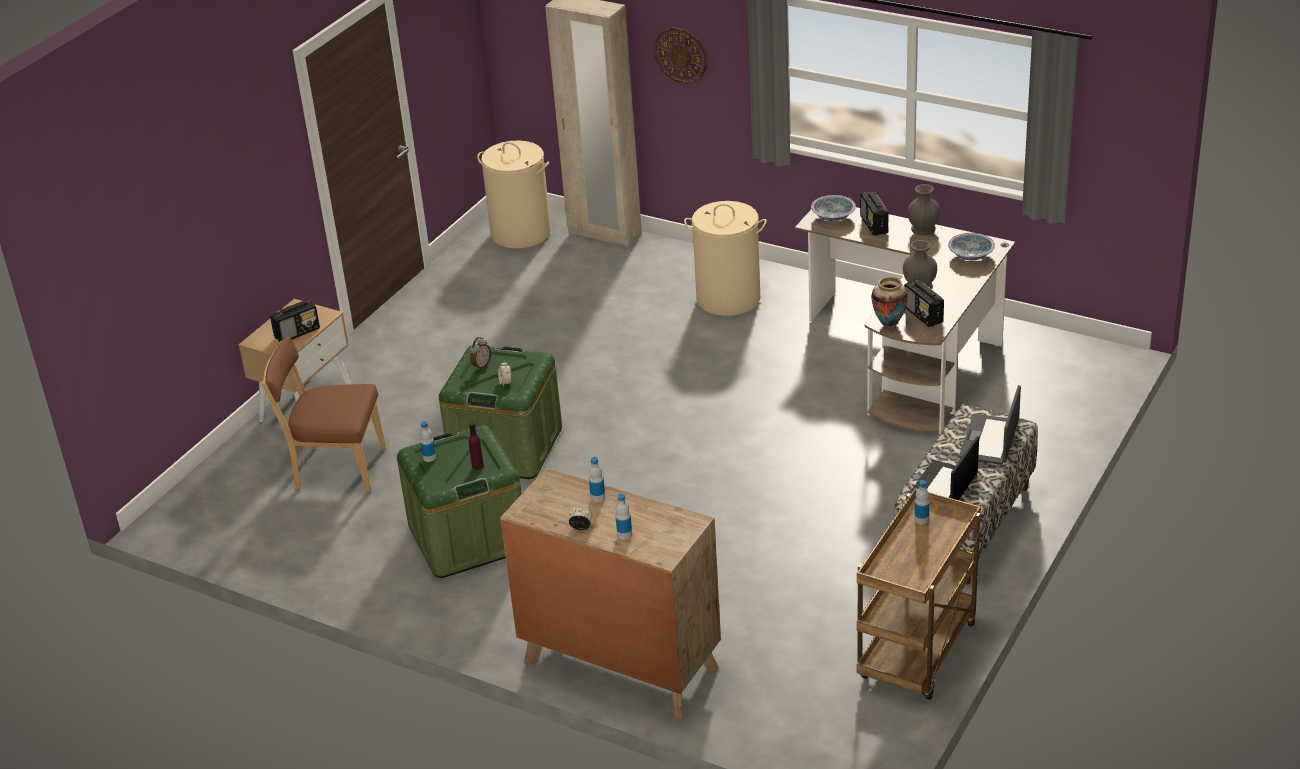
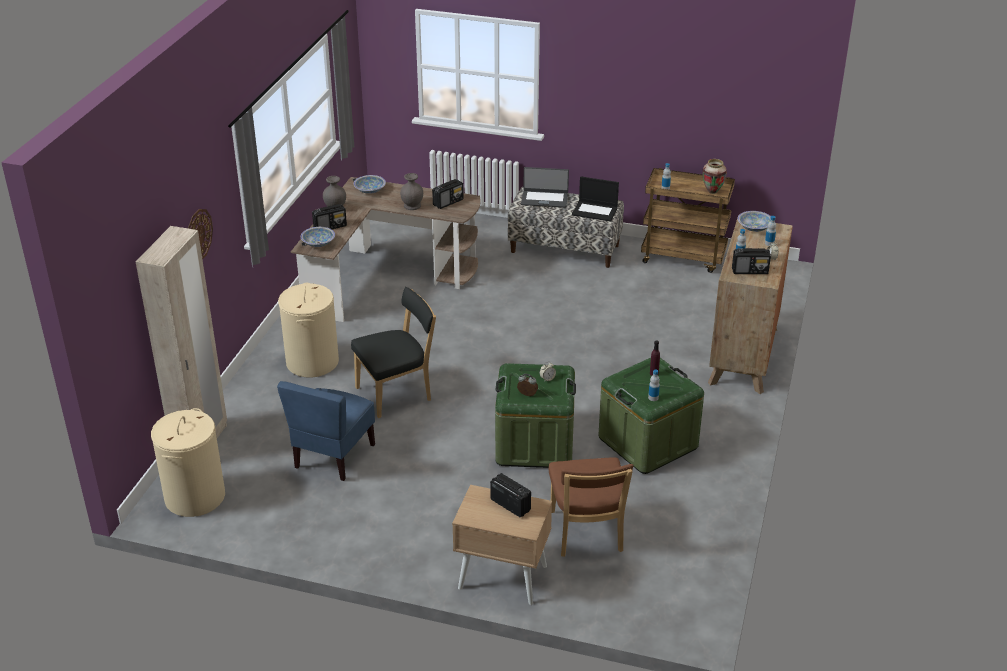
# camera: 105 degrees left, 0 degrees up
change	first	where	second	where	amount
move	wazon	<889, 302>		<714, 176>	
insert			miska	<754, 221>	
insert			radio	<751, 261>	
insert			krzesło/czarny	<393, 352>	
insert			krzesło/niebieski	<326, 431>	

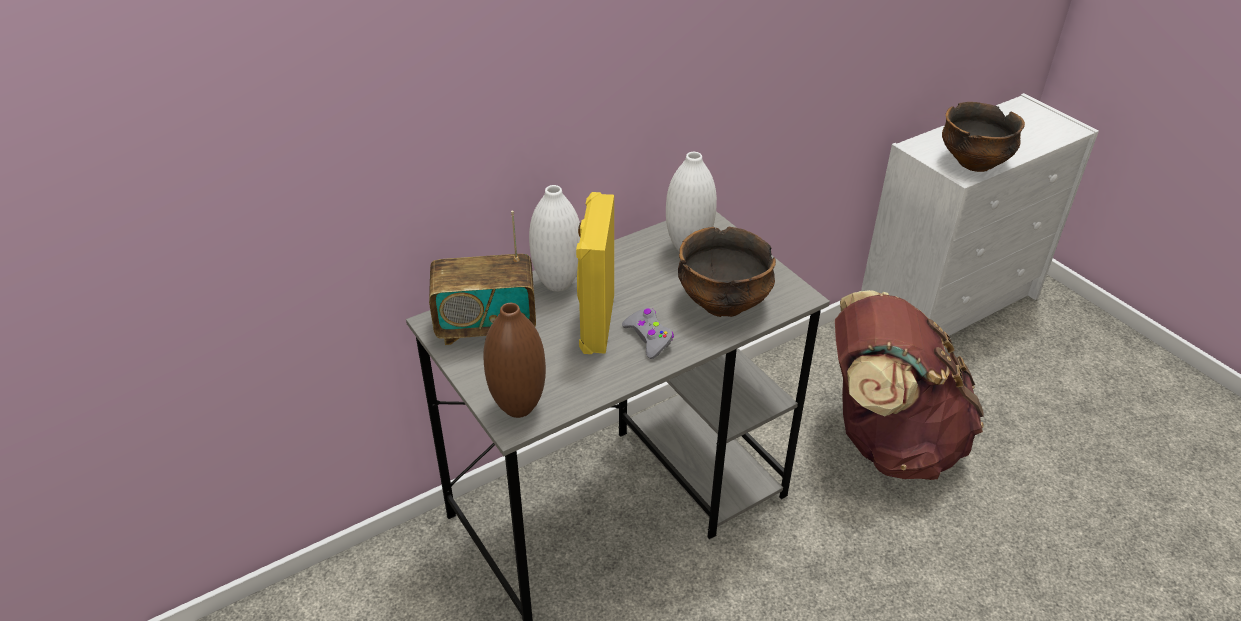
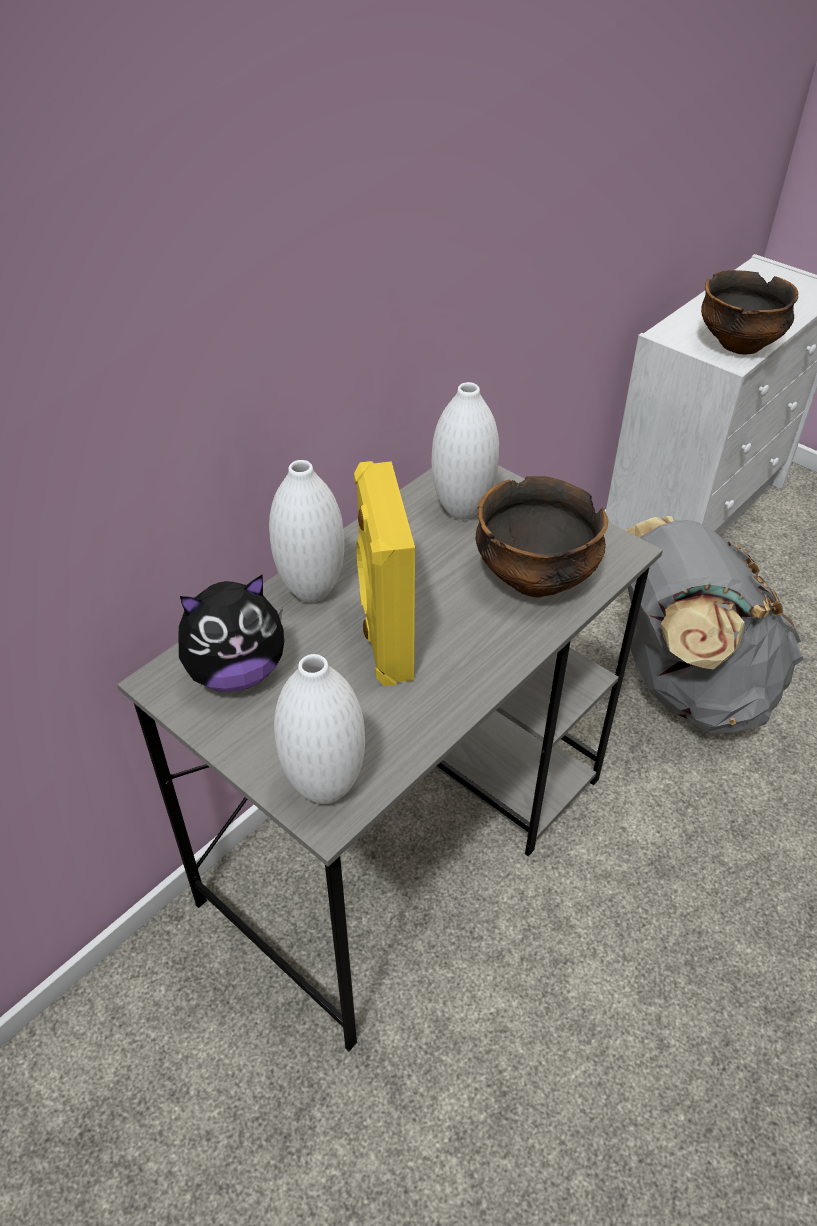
# camera: 15 degrees left, 5 degrees up
change	first	where	second	where	amount
replace	radio	<482, 278>	pluszak	<231, 633>	
recolor	plecak/brązowy	<909, 385>	plecak/szary	<714, 624>	
recolor	wazon/brązowy	<514, 360>	wazon/biały	<319, 729>	
delete	pad do gier/szary	<648, 333>			

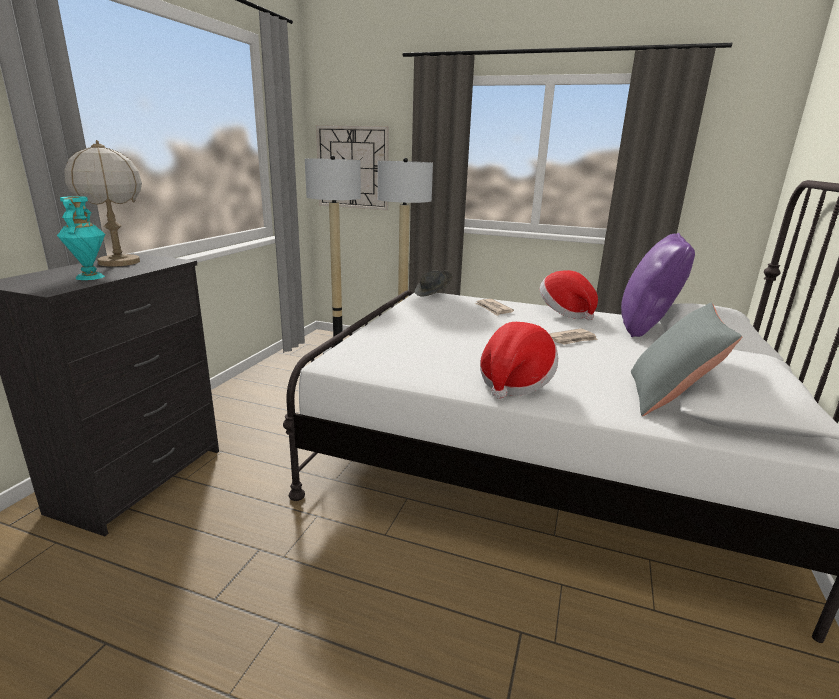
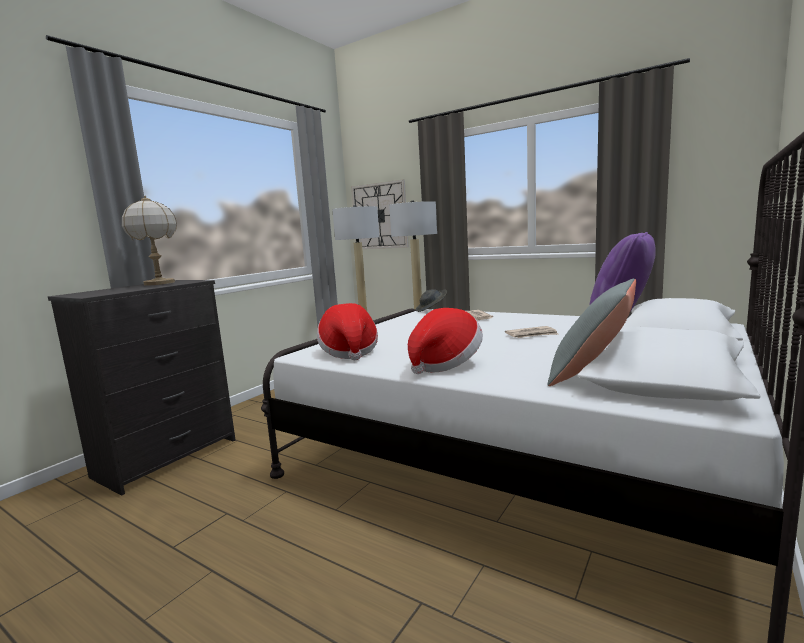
# camera: 15 degrees right, 10 degrees down
change	first	where	second	where	amount
delete	wazon/turkusowy	<81, 238>			
move	kapelusz	<569, 295>		<347, 332>	

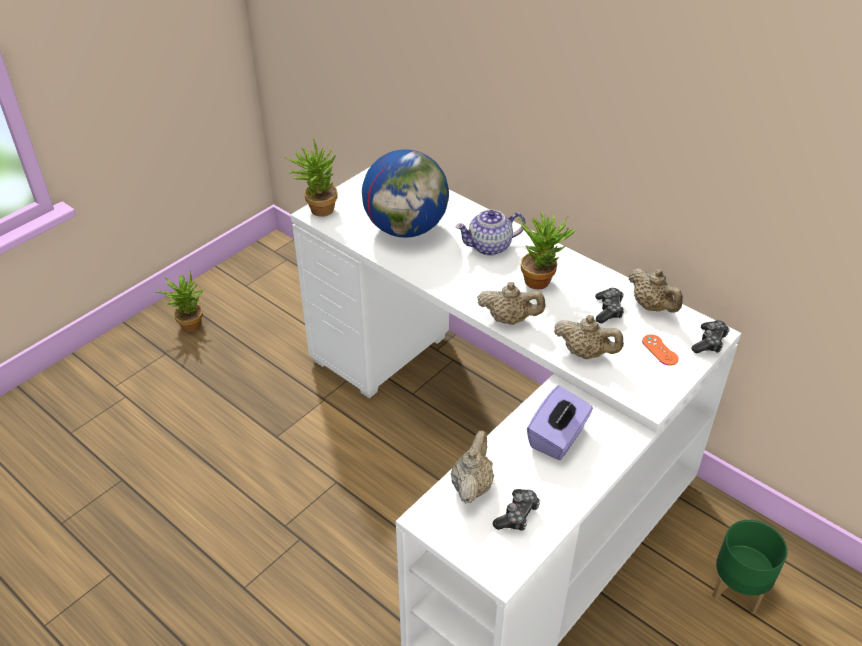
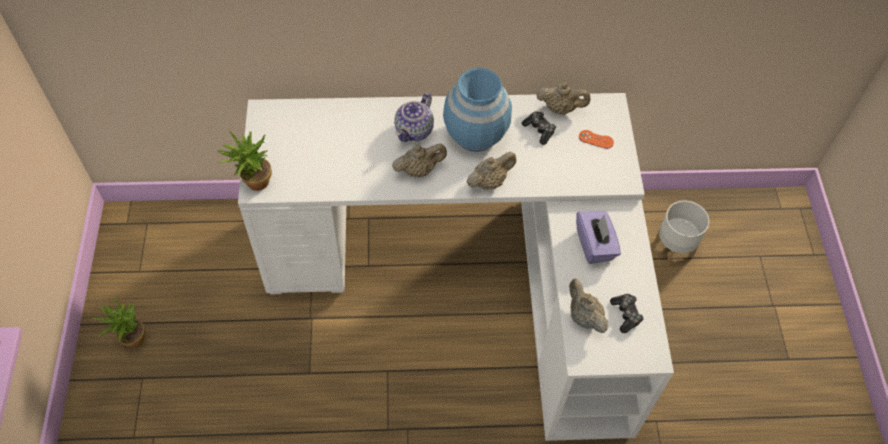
# camera: 45 degrees left, 15 degrees up
change	first	where	second	where	amount
delete	globus	<405, 193>			
replace	roślina doniczkowa	<547, 250>	wazon/niebieski	<477, 110>	
move	imbryk/beżowy	<589, 337>		<419, 160>	
delete	pad do gier	<710, 336>			
recolor	donica/zielony	<750, 567>	donica/biały	<681, 233>	

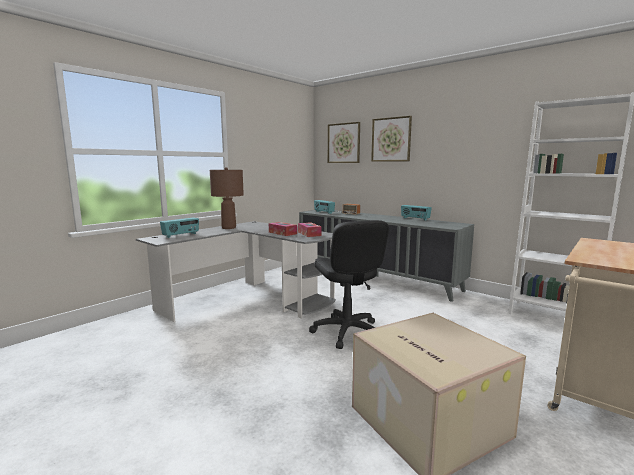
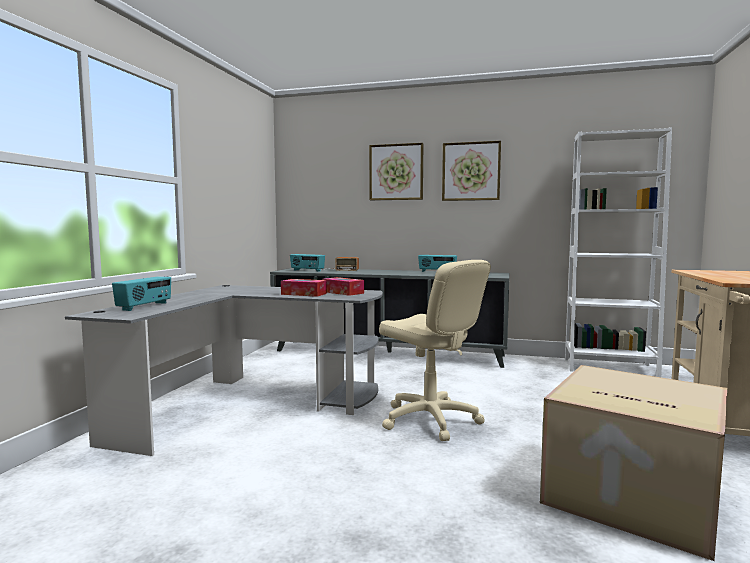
# camera: 25 degrees left, 5 degrees down
change	first	where	second	where	amount
move	obraz	<344, 142>		<471, 171>	
delete	lampa stołowa/brązowy	<227, 198>			
recolor	krzesło biurowe/czarny	<349, 284>	krzesło biurowe/beżowy	<435, 350>	

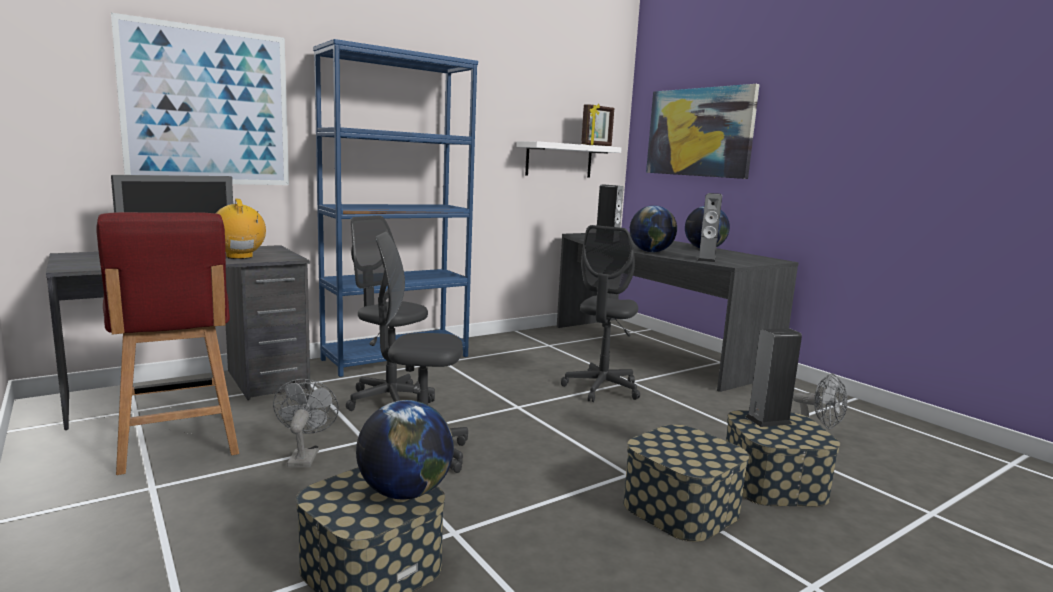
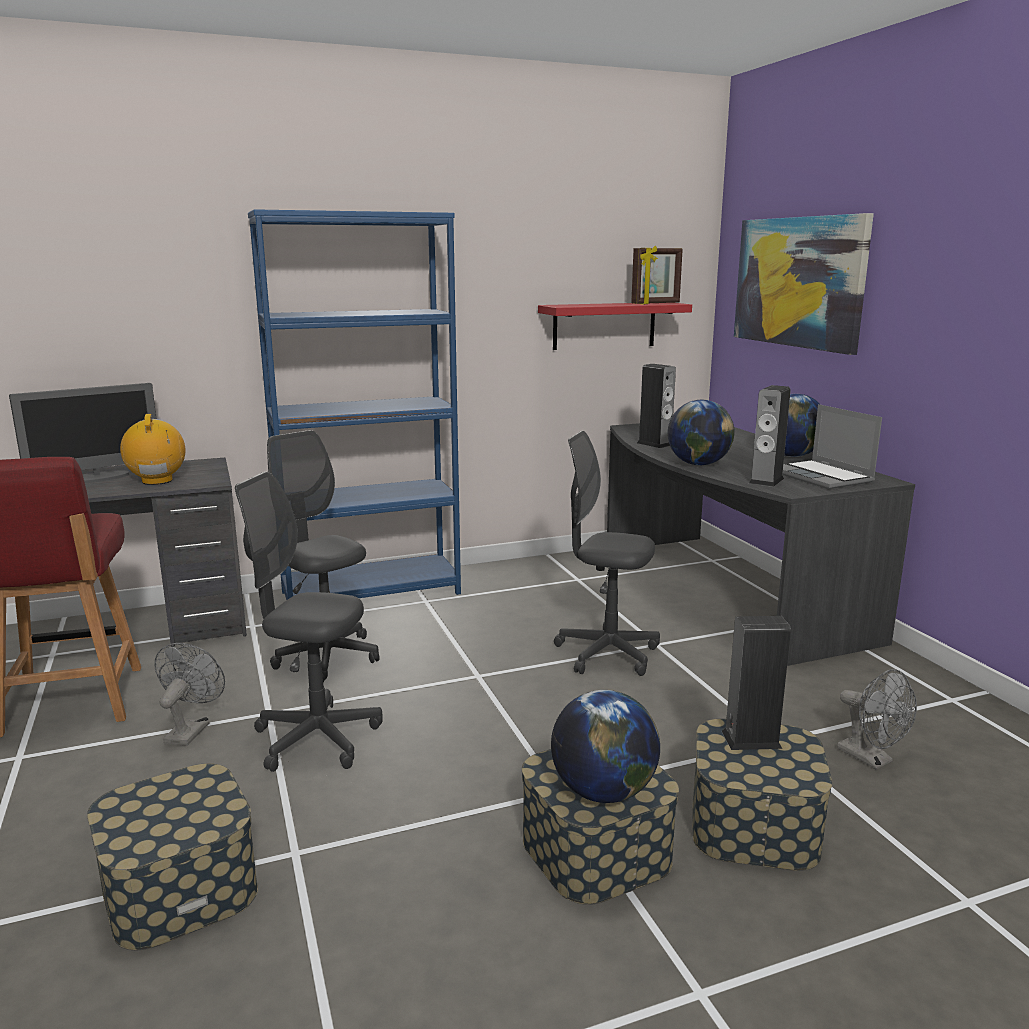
# camera: 15 degrees right, 5 degrees up
change	first	where	second	where	amount
delete	obraz	<200, 99>			
recolor	półka/biały	<569, 159>	półka/czerwony	<615, 326>	
rotate	krzesło biurowe/szary	<600, 313>		<607, 553>	75 degrees clockwise
move	globus	<405, 449>		<605, 746>	
insert			laptop	<832, 446>	

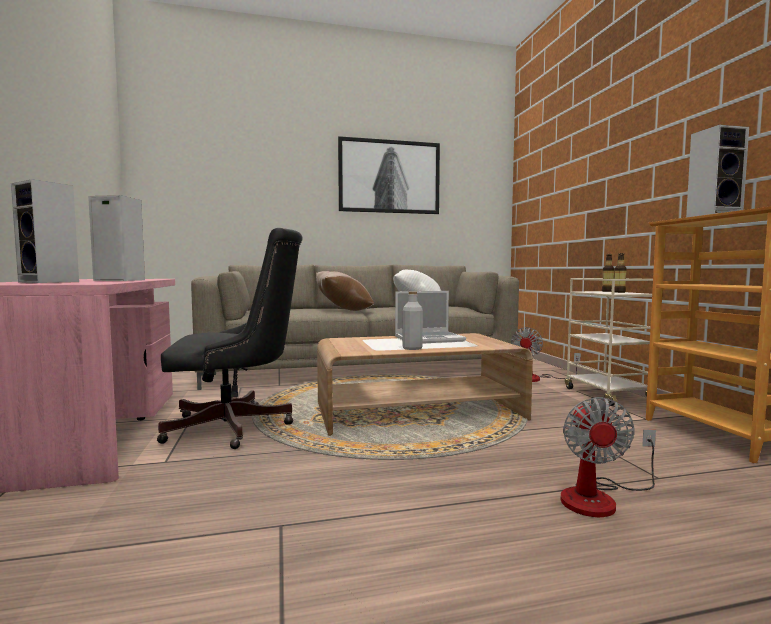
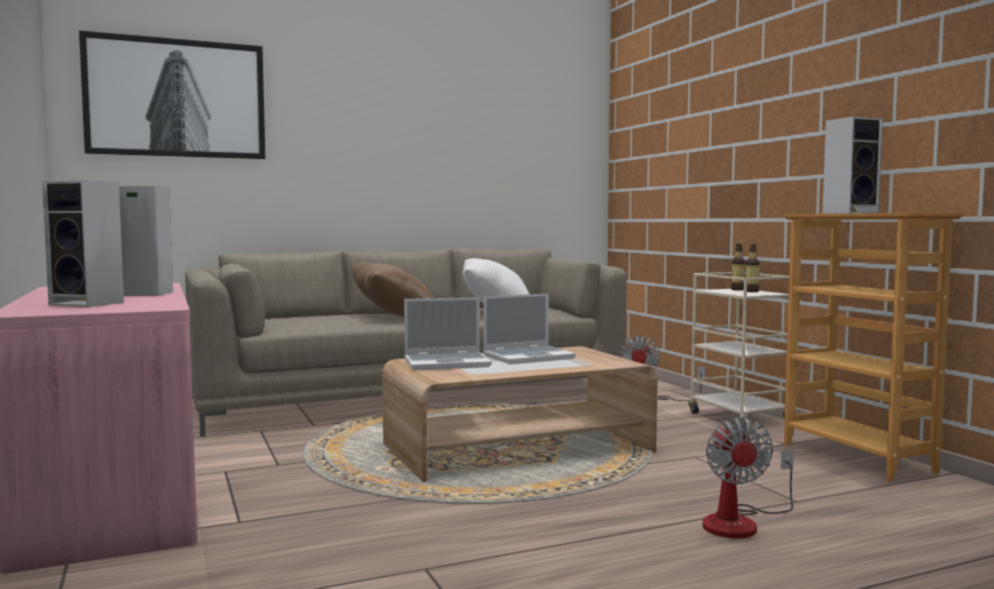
# camera: 10 degrees left, 0 degrees up
change	first	where	second	where	amount
move	obraz	<389, 175>		<172, 94>	
delete	krzesło biurowe/czarny	<230, 338>			
delete	butelka/szary	<412, 320>			
insert			laptop	<448, 333>	

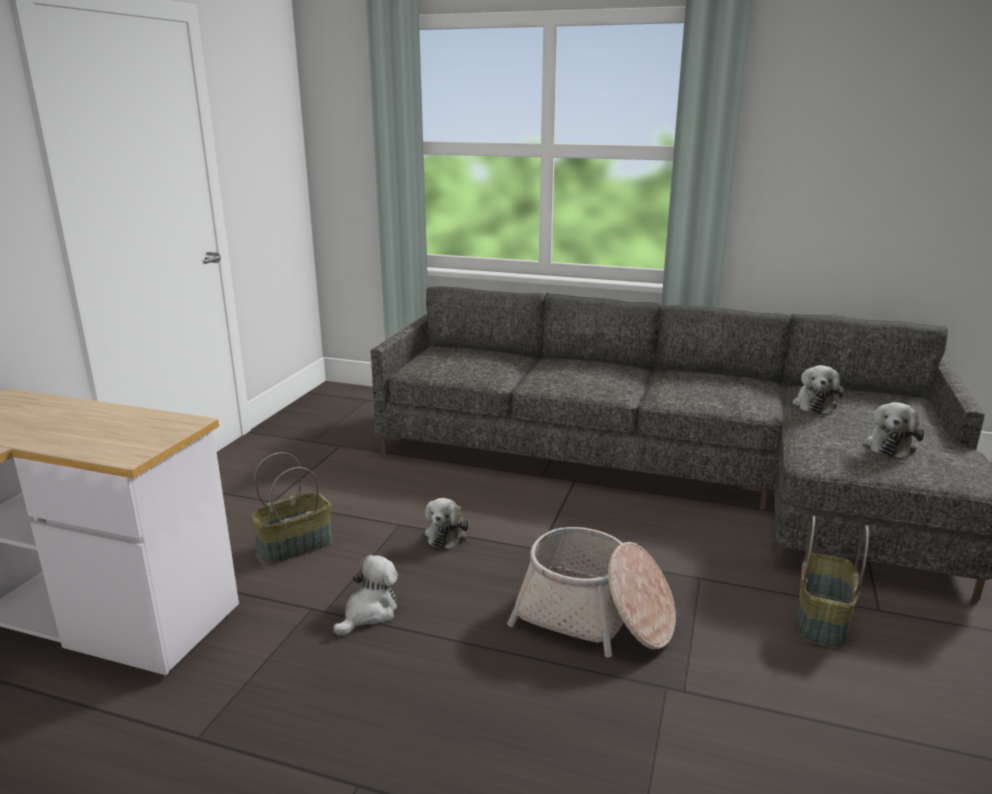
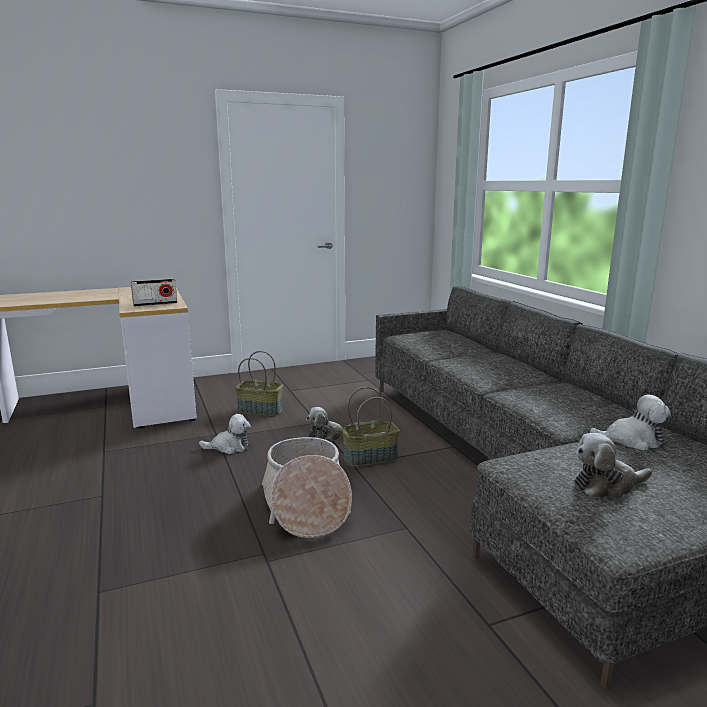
# camera: 50 degrees right, 5 degrees down
change	first	where	second	where	amount
rotate	pluszak	<818, 389>		<630, 422>	150 degrees counterclockwise
move	koszyk	<833, 581>		<371, 427>	
insert			radio	<154, 293>	

